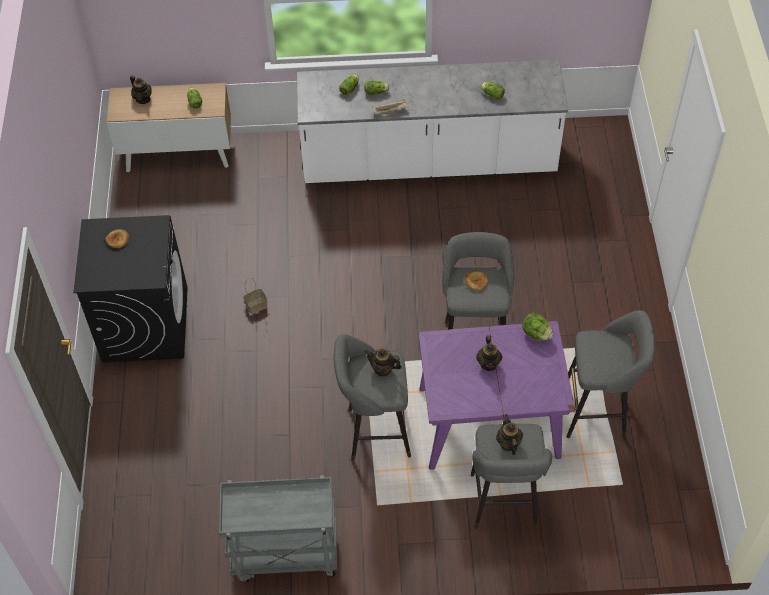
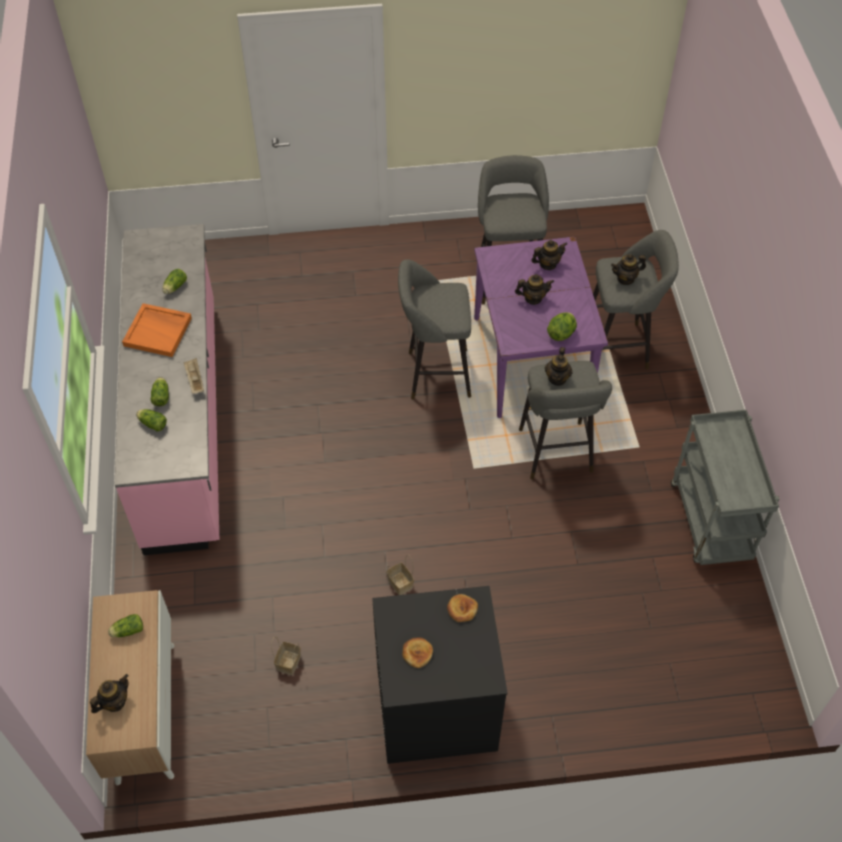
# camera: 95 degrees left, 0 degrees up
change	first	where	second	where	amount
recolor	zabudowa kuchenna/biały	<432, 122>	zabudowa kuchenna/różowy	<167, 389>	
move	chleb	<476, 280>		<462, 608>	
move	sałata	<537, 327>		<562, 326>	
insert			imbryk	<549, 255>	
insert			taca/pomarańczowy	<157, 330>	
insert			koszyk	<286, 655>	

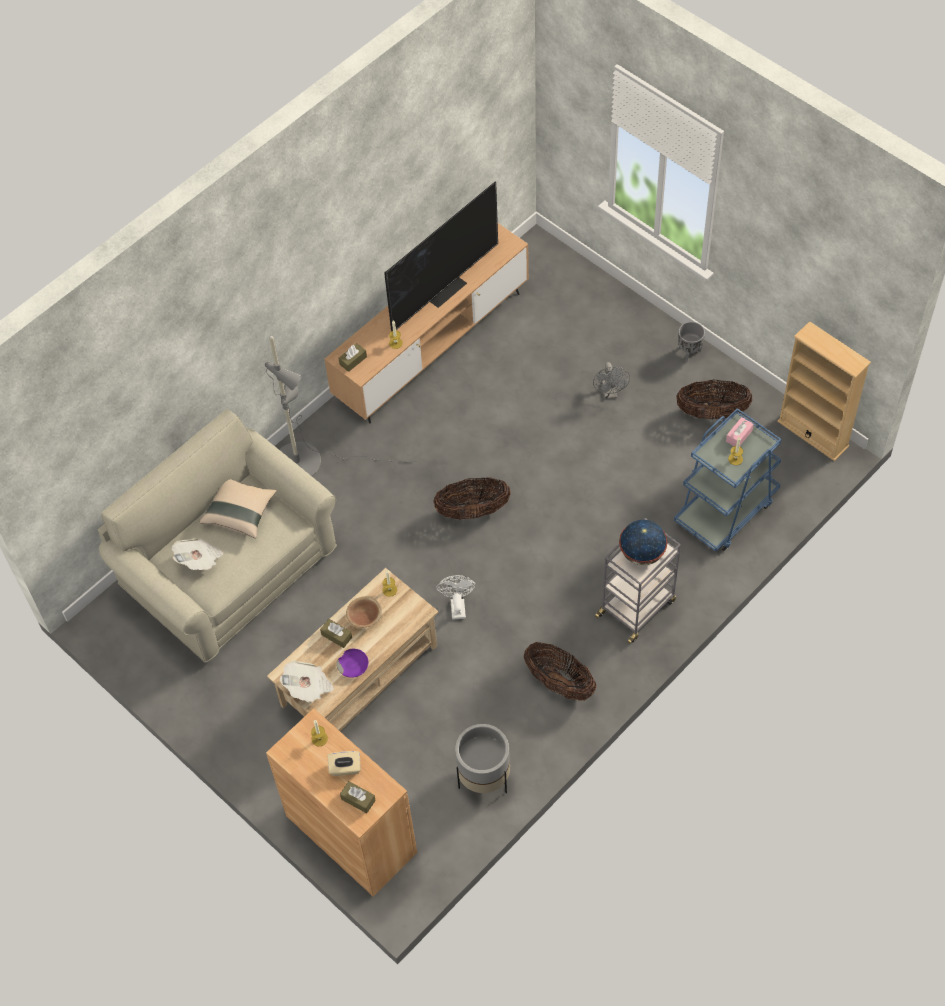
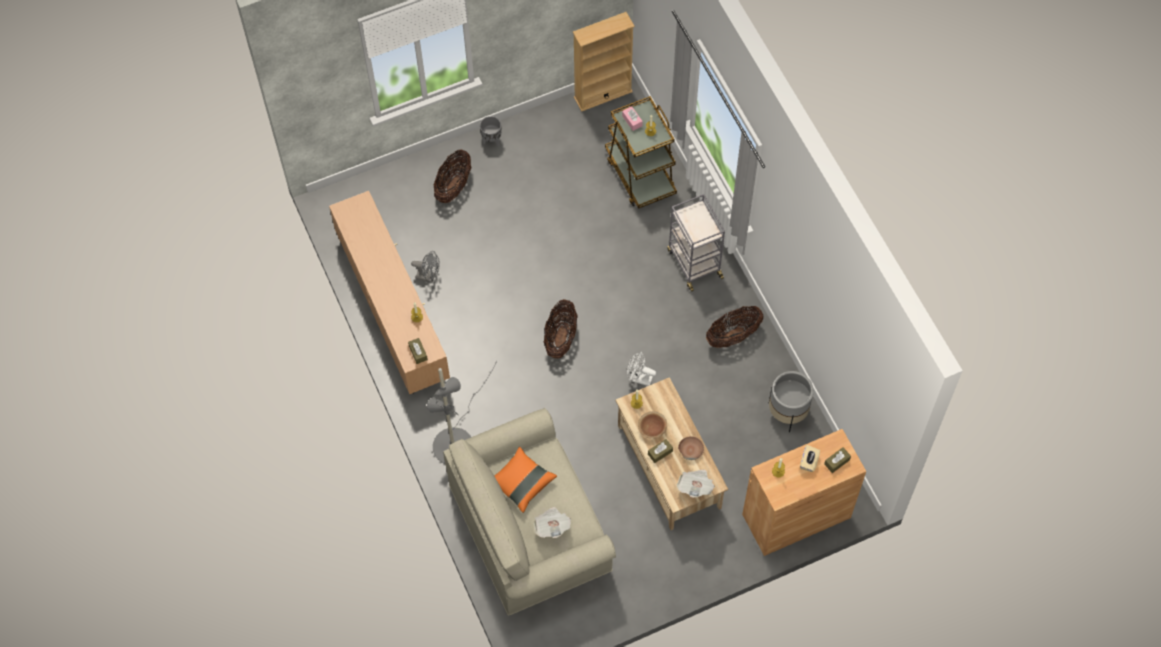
# camera: 70 degrees left, 5 degrees up
change	first	where	second	where	amount
delete	telewizor	<441, 256>			
move	wentylator/szary	<611, 380>		<425, 267>	
move	koszyk	<714, 399>		<452, 176>	
recolor	wózek/niebieski	<728, 480>	wózek/brązowy	<641, 152>	
recolor	poduszka/beżowy	<238, 509>	poduszka/pomarańczowy	<525, 480>	
delete	globus	<643, 543>			
recolor	miska/fioletowy	<352, 663>	miska/brązowy	<691, 448>	

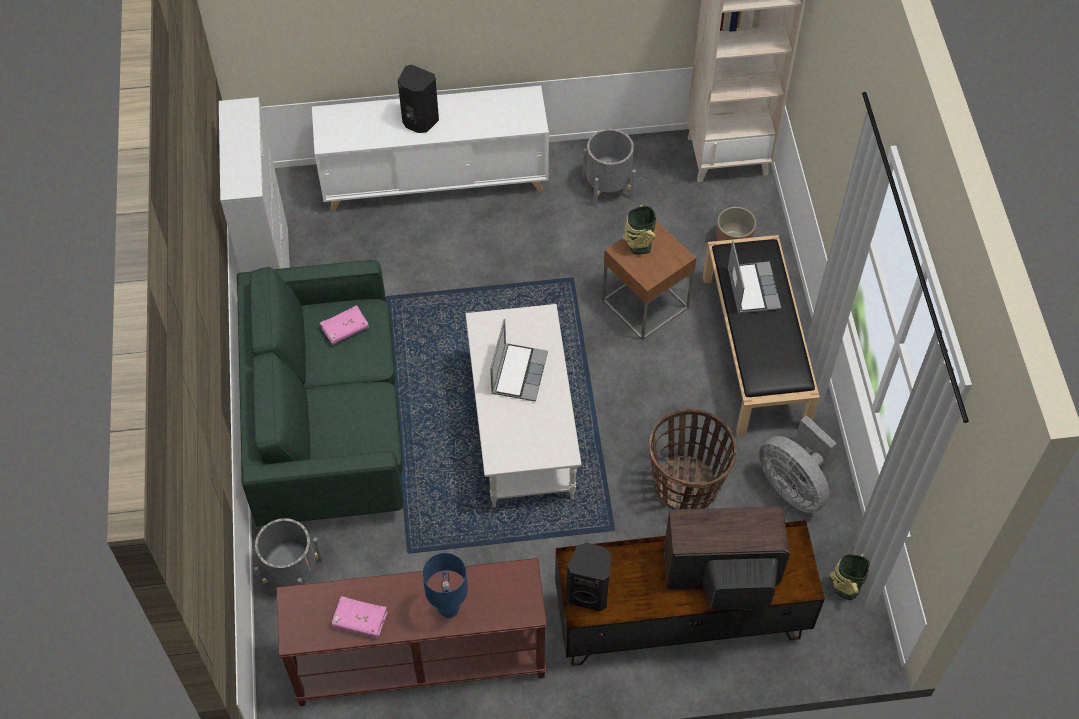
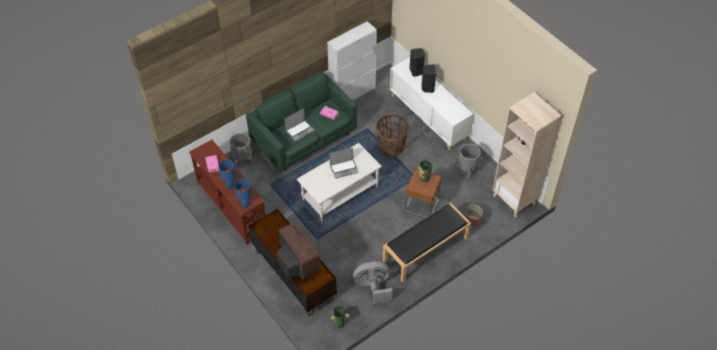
# camera: 60 degrees right, 5 degrees down
change	first	where	second	where	amount
move	laptop	<754, 277>		<299, 125>	
move	koszyk	<693, 459>		<392, 135>	
rotate	wentylator/szary	<798, 464>		<373, 282>	60 degrees clockwise
move	głośnik/czarny	<588, 577>		<417, 62>	
insert			lampa stołowa/niebieski	<243, 193>	

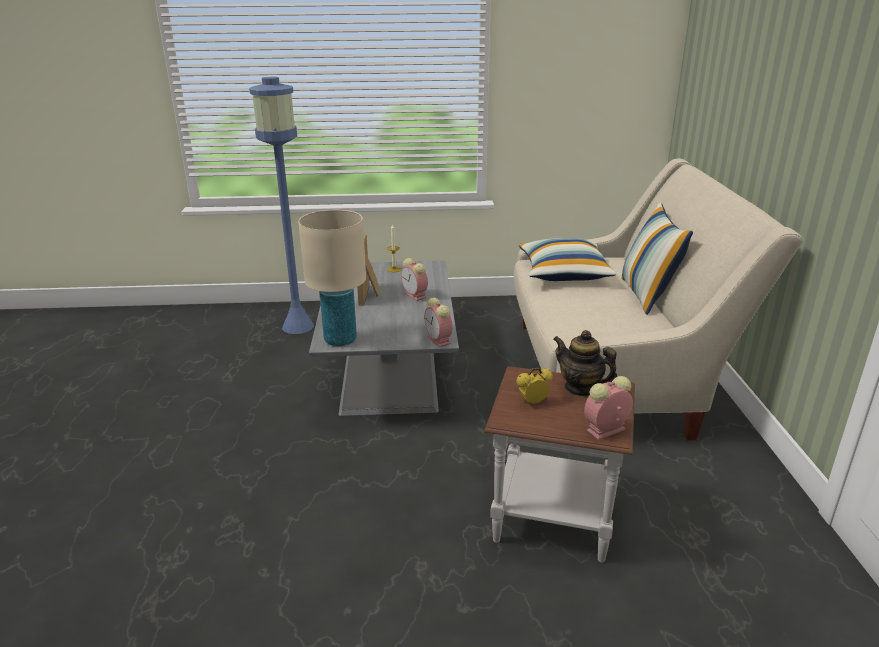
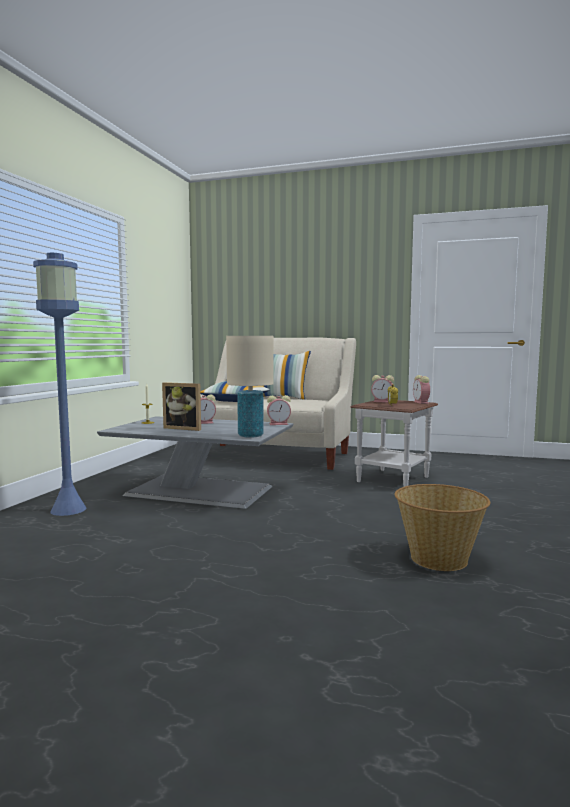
# camera: 70 degrees left, 20 degrees down
change	first	where	second	where	amount
replace	imbryk	<585, 363>	budzik	<382, 389>	
insert			koszyk	<442, 527>	

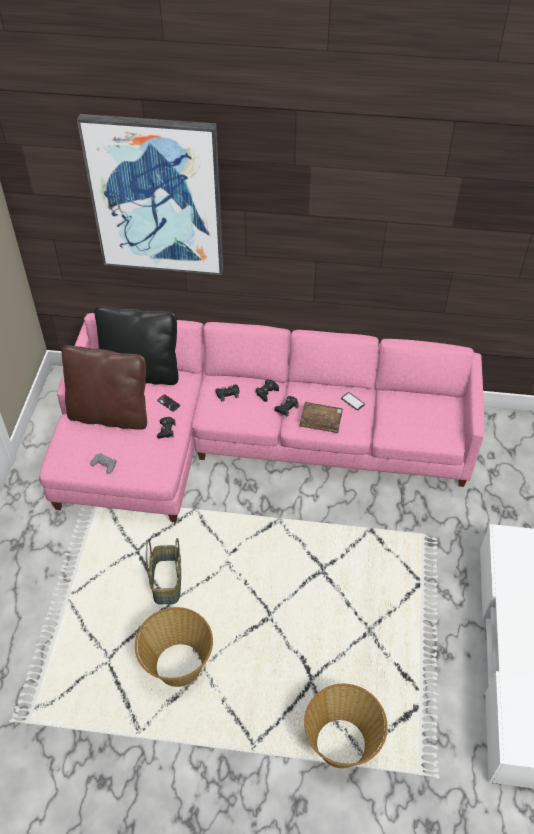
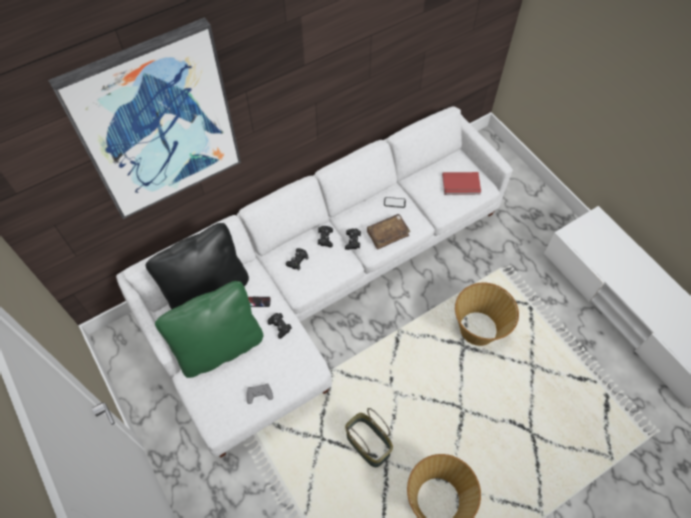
# camera: 40 degrees left, 10 degrees up
change	first	where	second	where	amount
recolor	kanapa/różowy	<261, 417>	kanapa/biały	<314, 281>	
recolor	poduszka/brązowy	<104, 387>	poduszka/zielony	<209, 329>	
move	koszyk	<346, 726>		<487, 314>	
insert			książka/czerwony	<461, 183>	

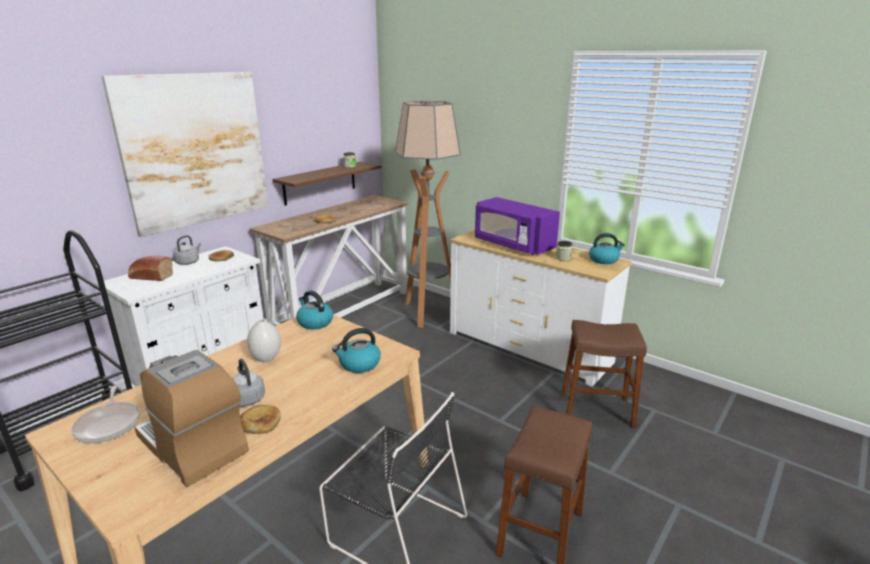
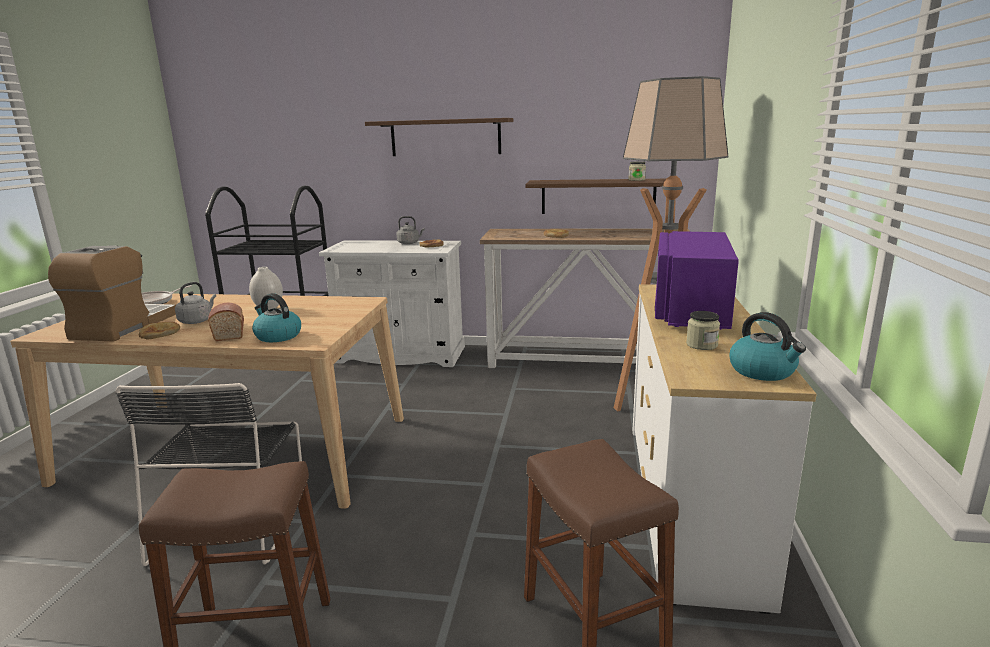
# camera: 60 degrees right, 5 degrees down
change	first	where	second	where	amount
replace	obraz	<185, 154>	półka/brązowy	<439, 137>	
move	chleb	<150, 268>		<226, 322>	
delete	czajnik	<314, 309>			

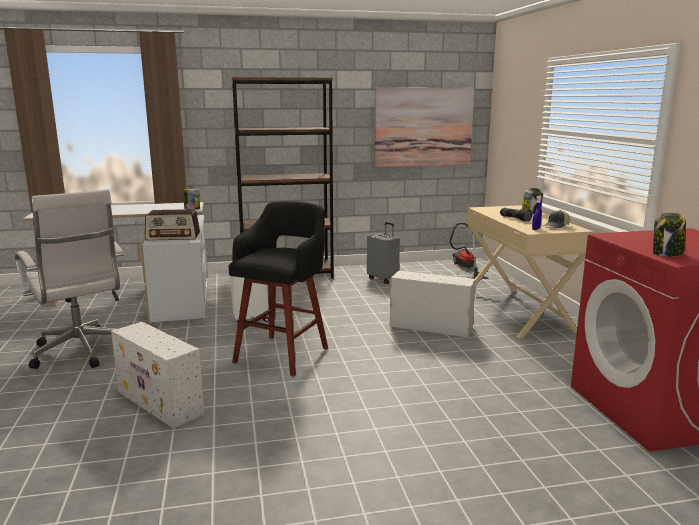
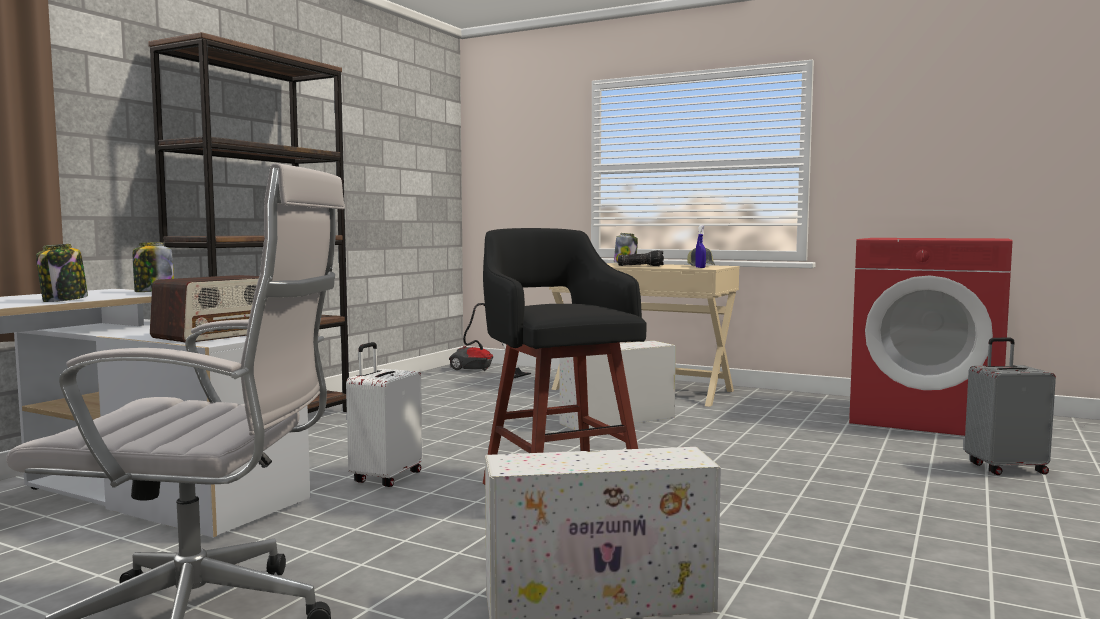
# camera: 50 degrees left, 10 degrees down
change	first	where	second	where	amount
delete	obraz	<424, 127>			
move	słoik	<669, 235>		<62, 273>	
move	walizka/szary	<383, 253>		<1010, 406>	

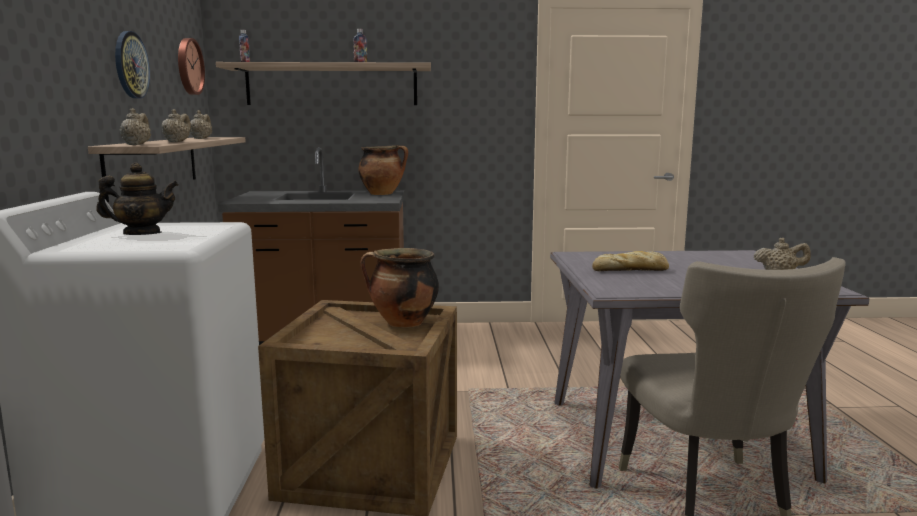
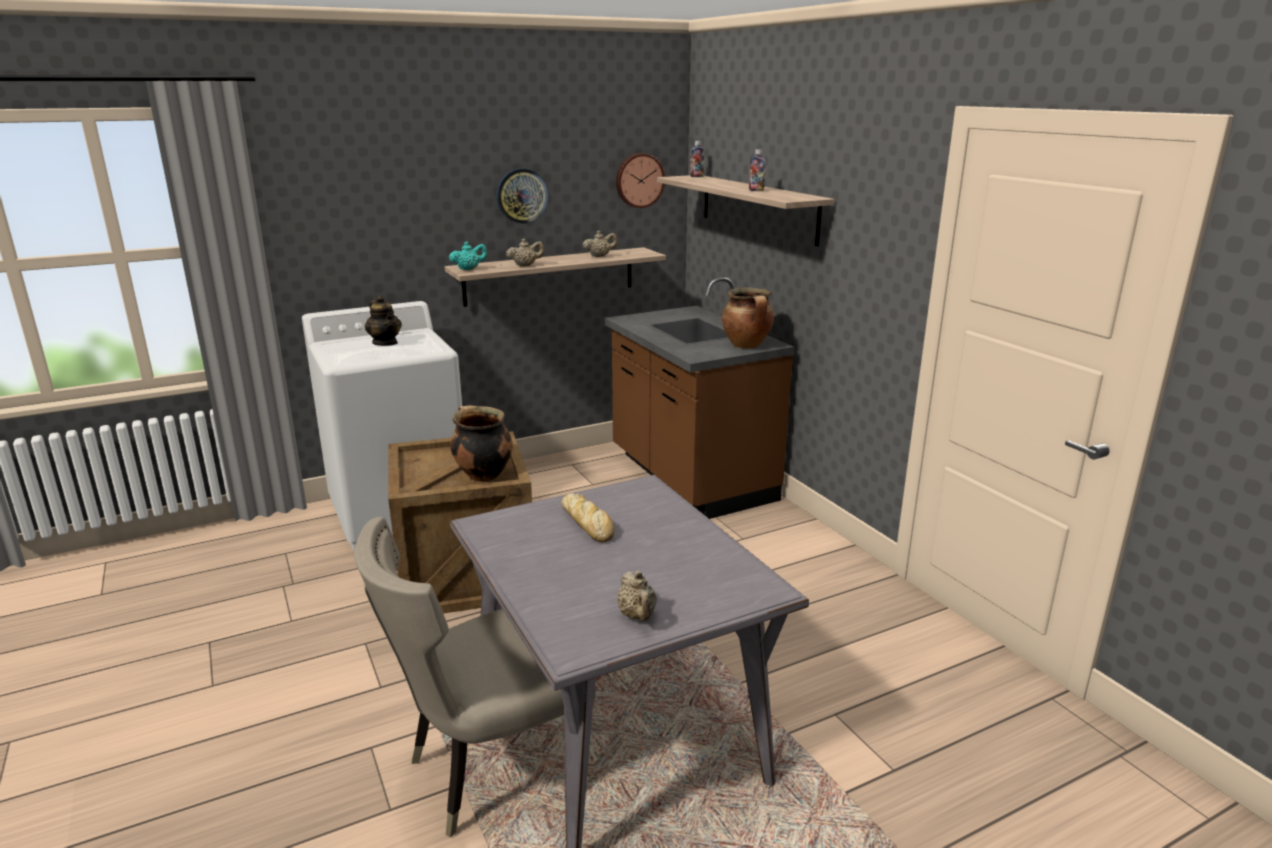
# camera: 65 degrees right, 10 degrees up
change	first	where	second	where	amount
recolor	imbryk/beżowy	<135, 126>	imbryk/turkusowy	<468, 256>	

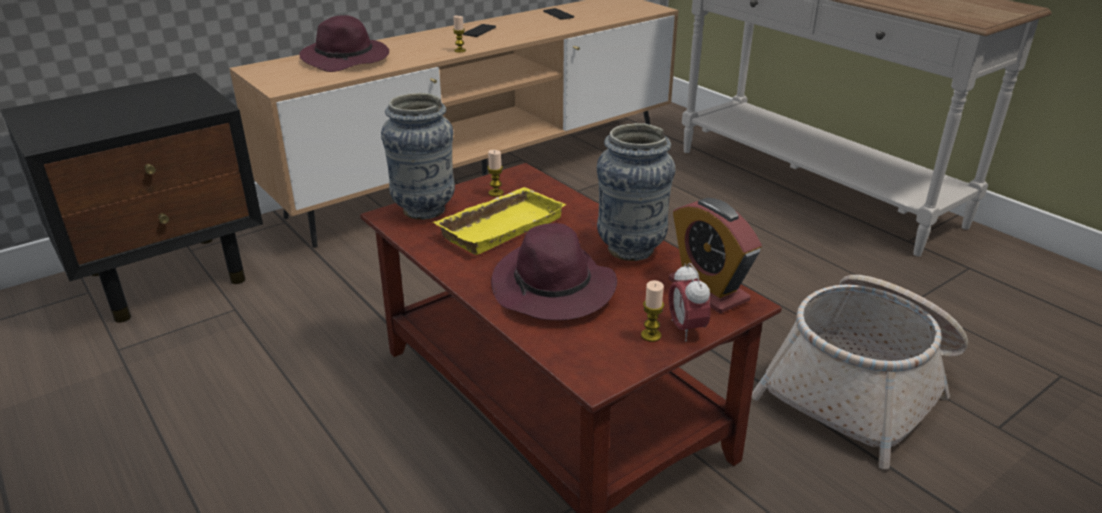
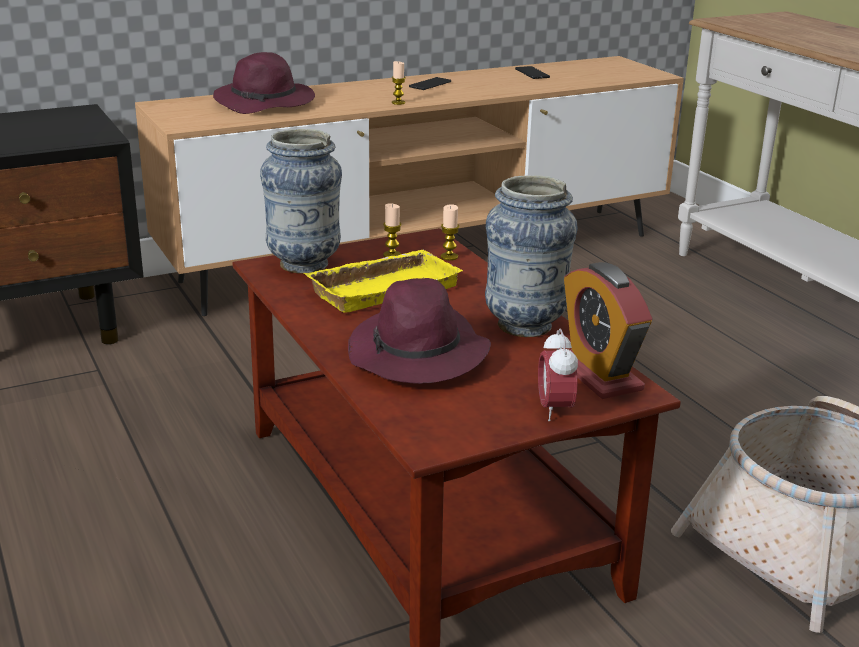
# camera: 10 degrees right, 5 degrees down
change	first	where	second	where	amount
move	świeca	<652, 311>		<449, 232>	

